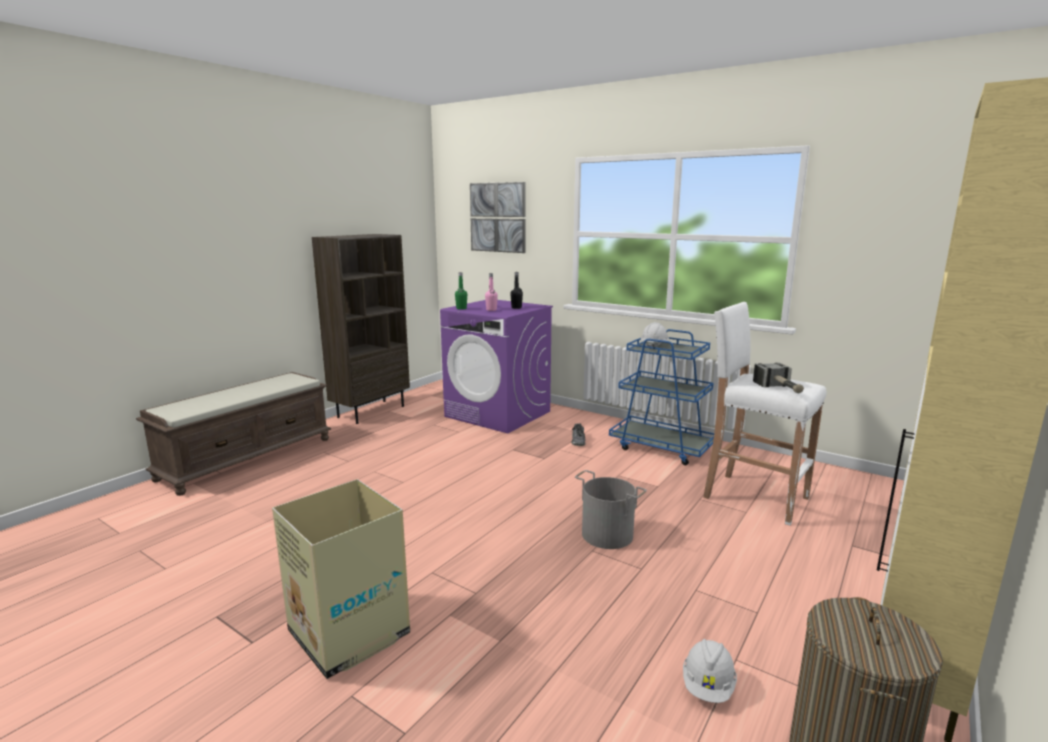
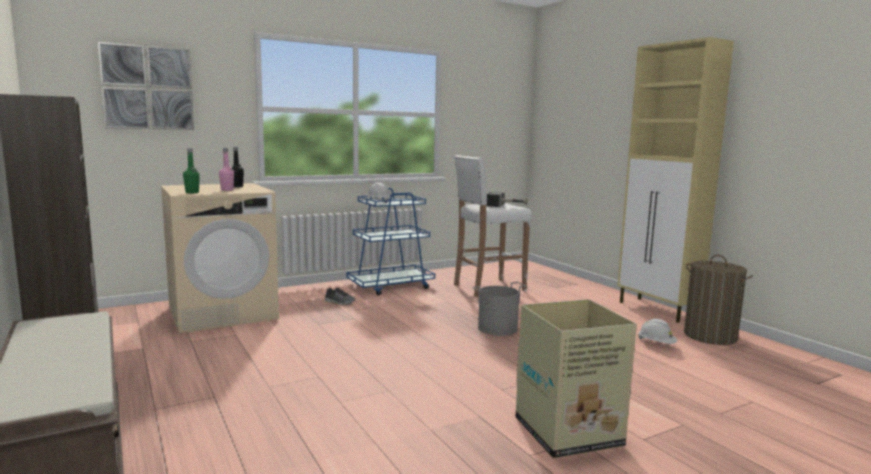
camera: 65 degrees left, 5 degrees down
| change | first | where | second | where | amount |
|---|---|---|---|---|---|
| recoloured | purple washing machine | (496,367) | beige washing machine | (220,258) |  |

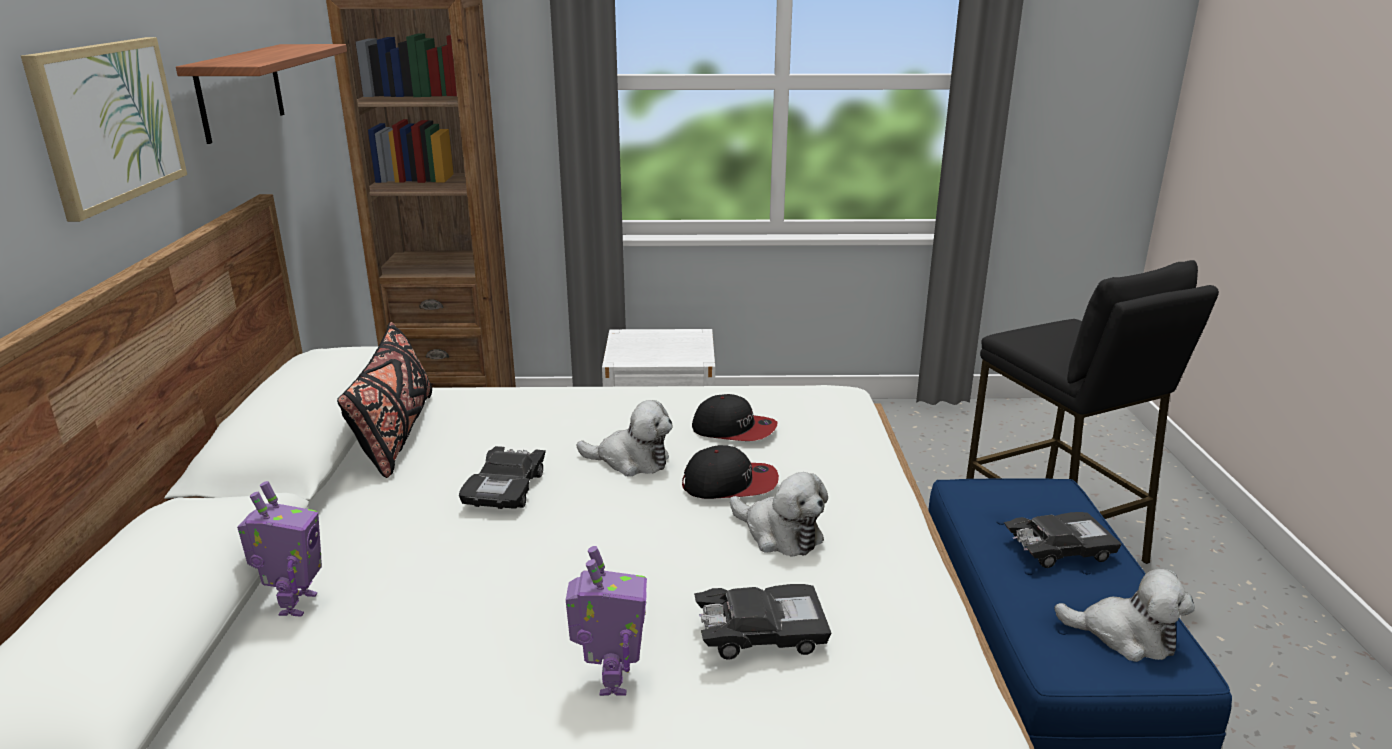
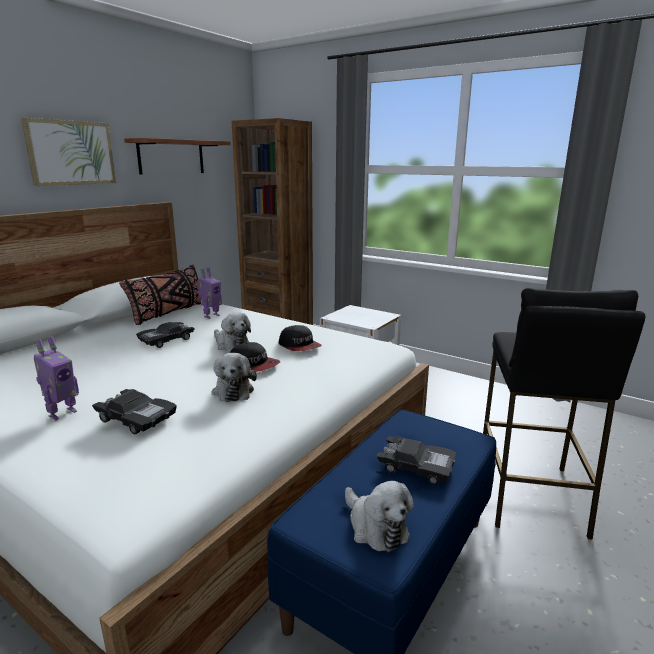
camera: 35 degrees right, 5 degrees down
| change | first | where | second | where | amount |
|---|---|---|---|---|---|
| moved | toy robot | (279,549) |  | (209,293) |  |

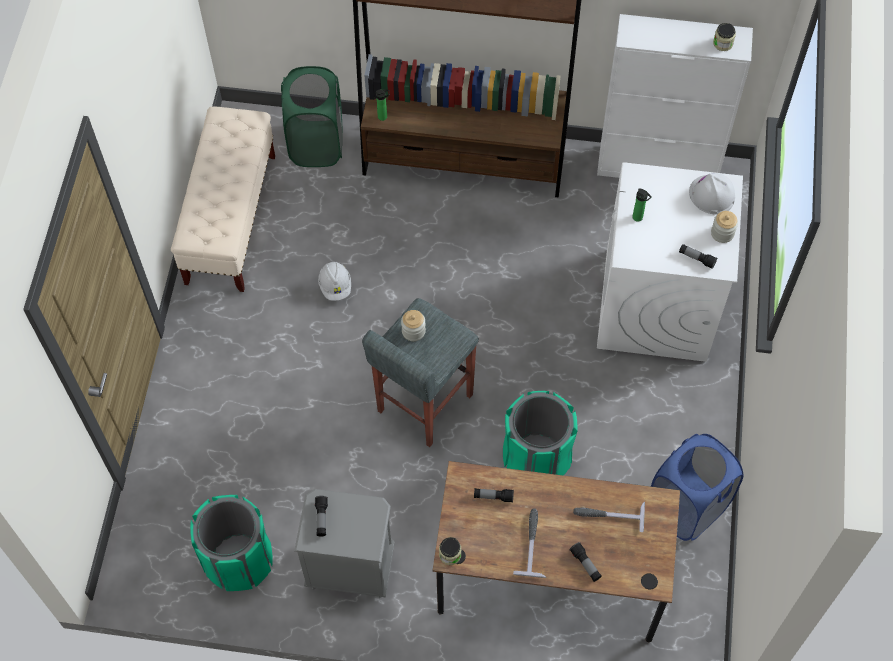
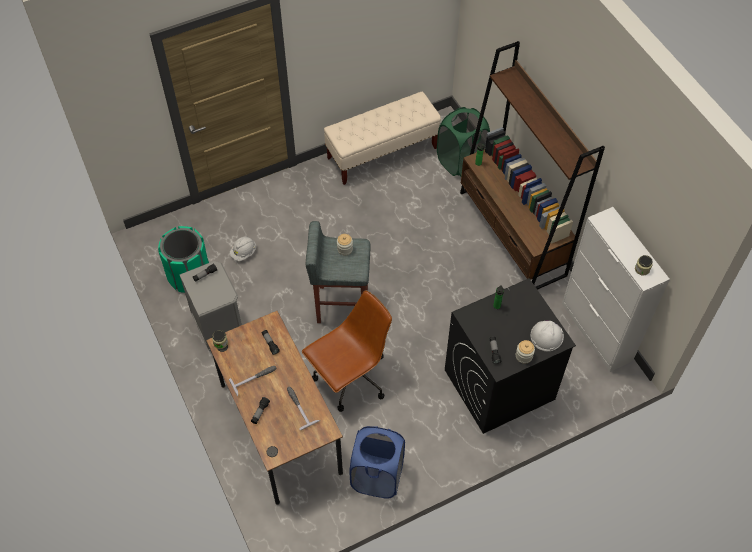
camera: 55 degrees right, 5 degrees down
| change | first | where | second | where | amount |
|---|---|---|---|---|---|
| moved | white hard hat | (334,281) |  | (243,248) |  |
| replaced | green trash can | (540,433) | brown office chair | (347,351) |  |
| recoloured | white washing machine | (670,262) | black washing machine | (510,356) |  |

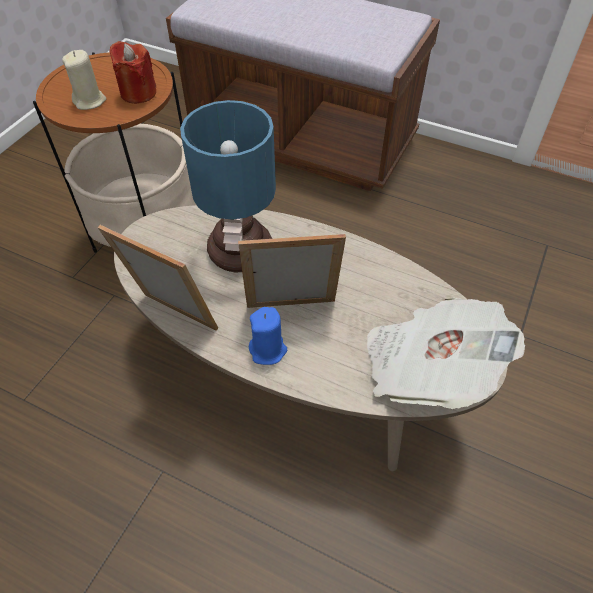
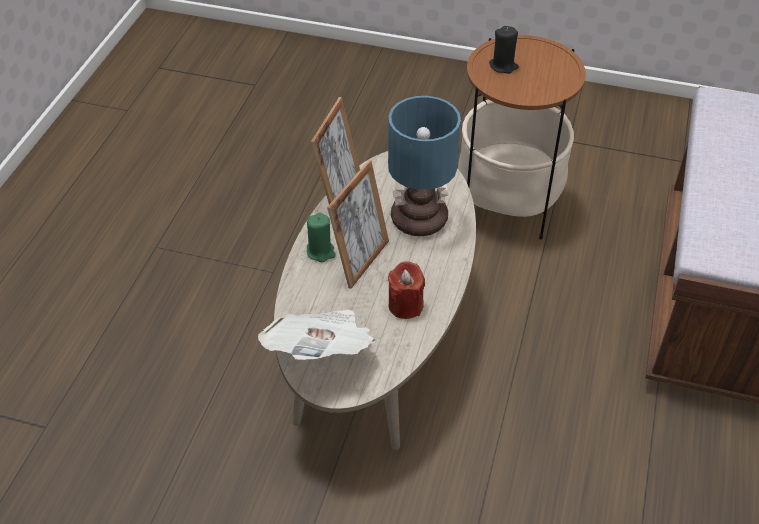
camera: 80 degrees right, 5 degrees down
| change | first | where | second | where | amount |
|---|---|---|---|---|---|
| recoloured | blue candle | (268,336) | green candle | (321,237) |  |
| turned | picture frame | (292,271) |  | (358,224) | 45 degrees clockwise |
| moved | red candle | (133,72) |  | (406,290) |  |
| recoloured | beige candle | (84,80) | black candle | (504,50) |  |

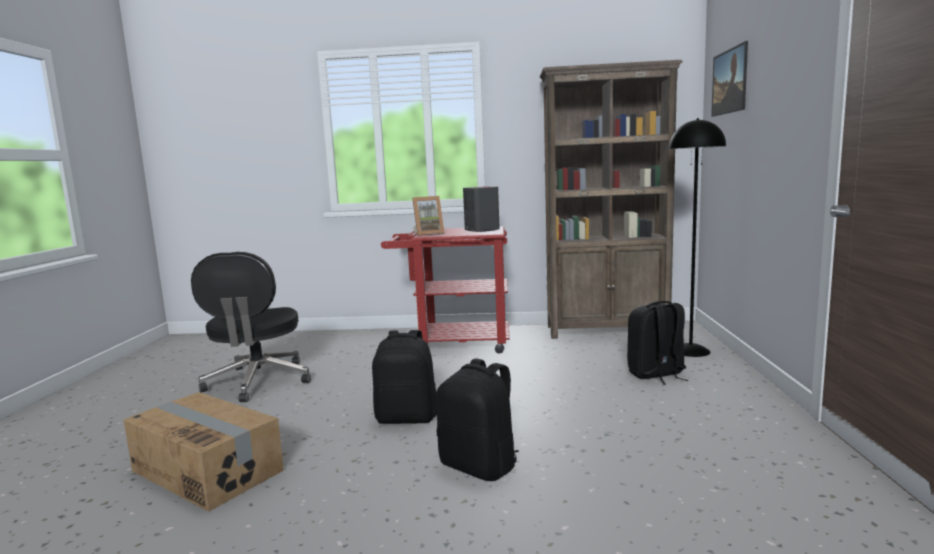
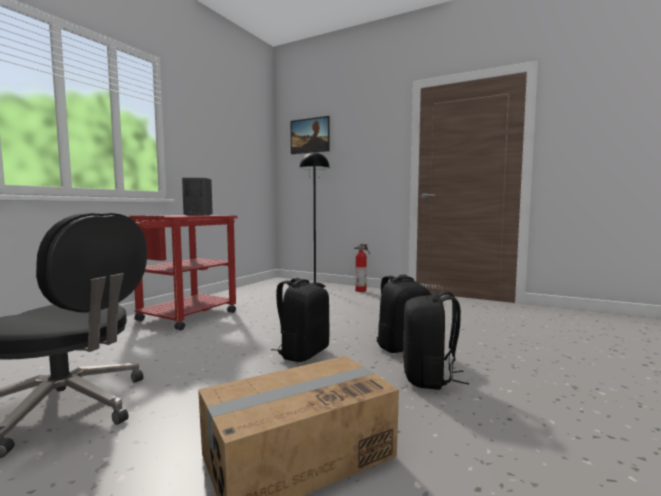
camera: 65 degrees left, 5 degrees down
| change | first | where | second | where | amount |
|---|---|---|---|---|---|
| added |  |  | fire extinguisher | (362,268) |  |
| moved | black backpack | (657,343) |  | (436,340) |  |
| removed | picture frame | (428,216) |  |  |  |
| removed | brown bookcase | (611,199) |  |  |  |

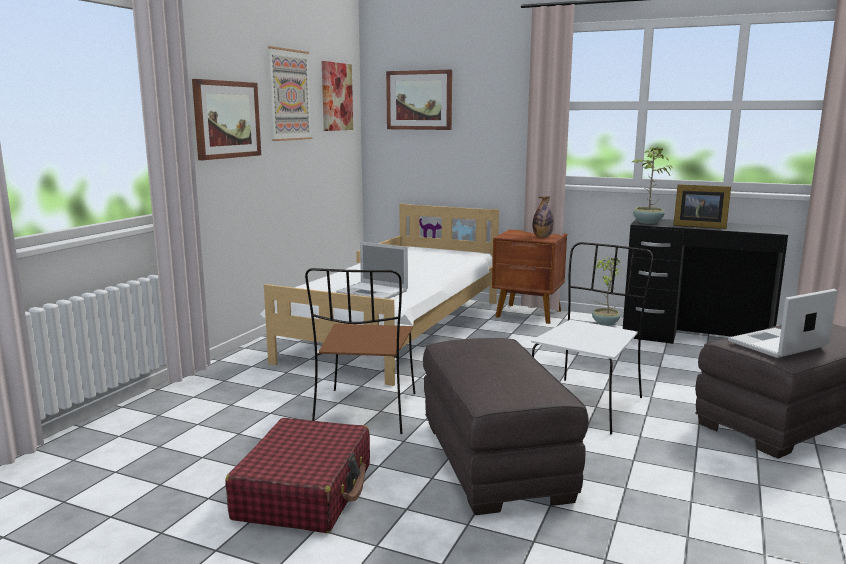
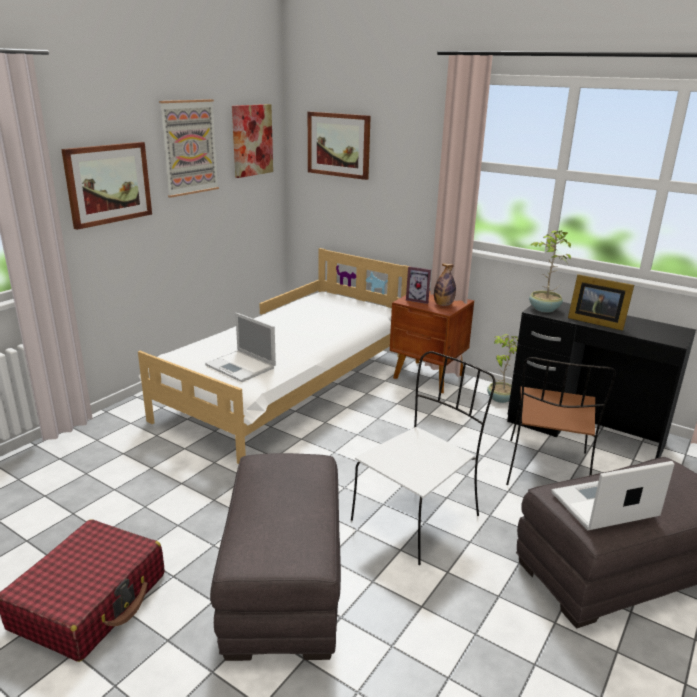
camera: 10 degrees right, 10 degrees up
| change | first | where | second | where | amount |
|---|---|---|---|---|---|
| added |  |  | picture frame | (418,285) |  |
| moved | brown chair | (360,351) |  | (561,421) |  |

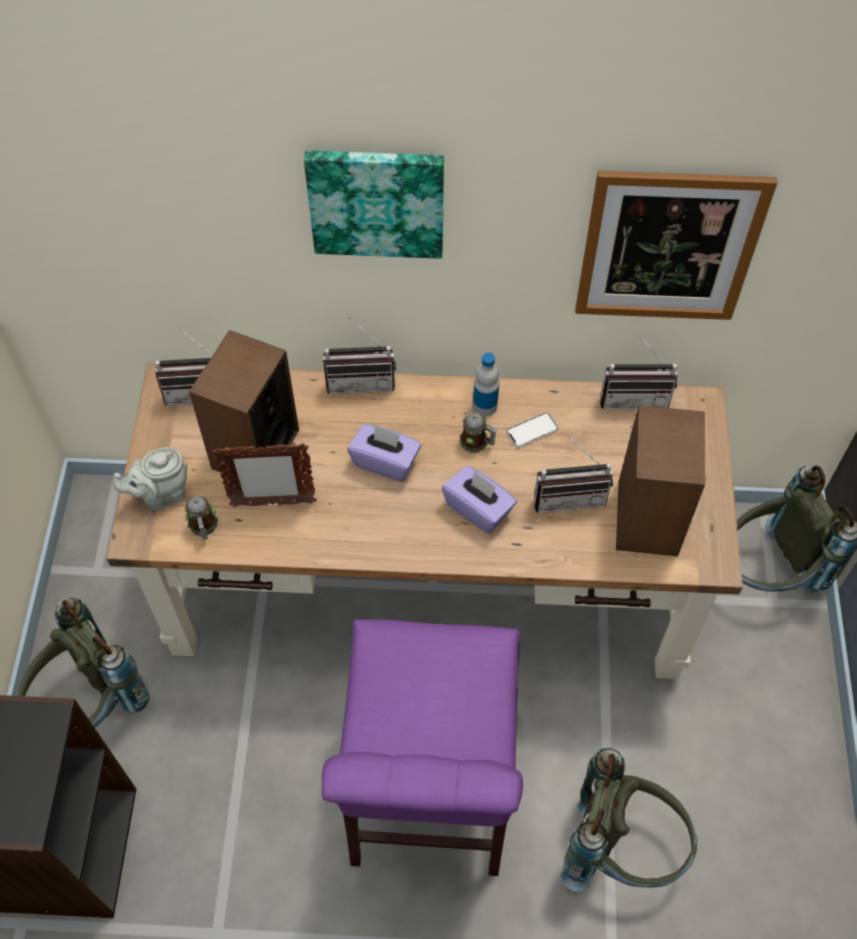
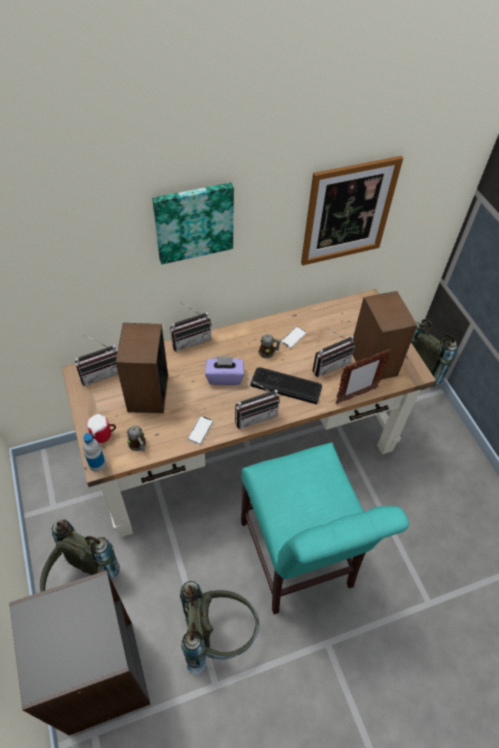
camera: 25 degrees left, 5 degrees down
| change | first | where | second | where | amount |
|---|---|---|---|---|---|
| moved | bottle | (486,384) |  | (94,452) |  |
| replaced | grey teapot | (150,478) | mug | (101,428) |  |
| moved | grey backpack | (628,819) |  | (219,627) |  |
| added |  |  | phone | (200,430) |  |
| moved | radio | (639,370) |  | (257,403) |  |
| recoloured | purple chair | (422,747) | turquoise chair | (325,528) |  |
| replaced | purple tissue box | (479,500) | keyboard | (286,385) |  |
| moved | picture frame | (264,475) |  | (363,376) |  |

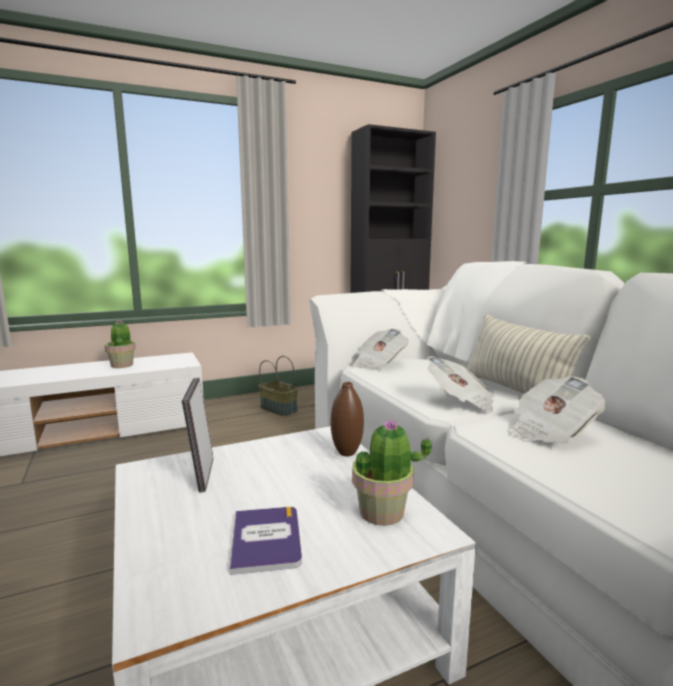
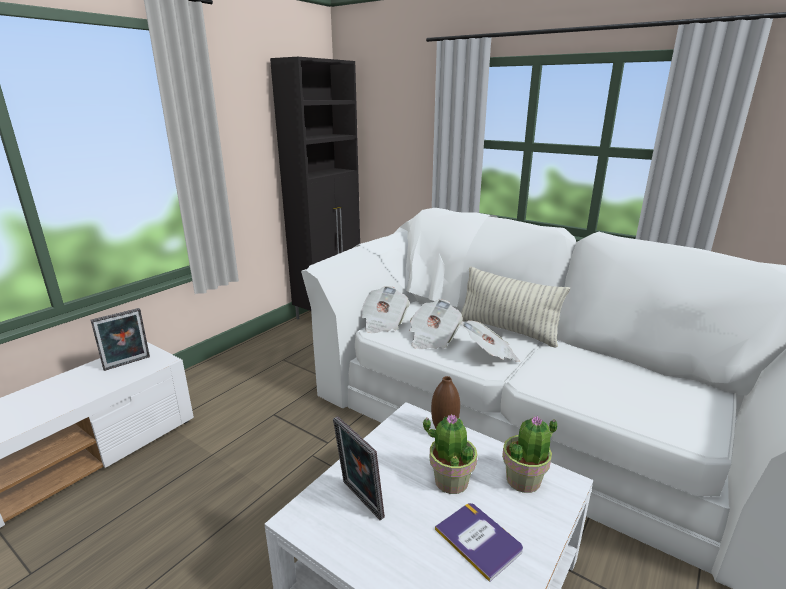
camera: 30 degrees left, 10 degrees up
| change | first | where | second | where | amount |
|---|---|---|---|---|---|
| added |  |  | picture frame | (120,339) |  |
| moved | newspaper | (558,410) |  | (436,324) |  |
| moved | potted plant | (120,344) |  | (450,454) |  |
| removed | basket | (278,386) |  |  |  |

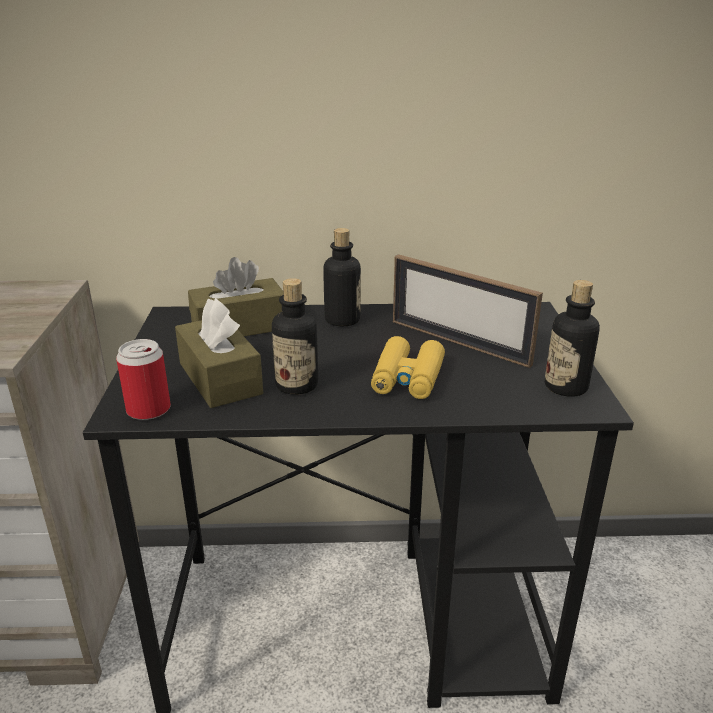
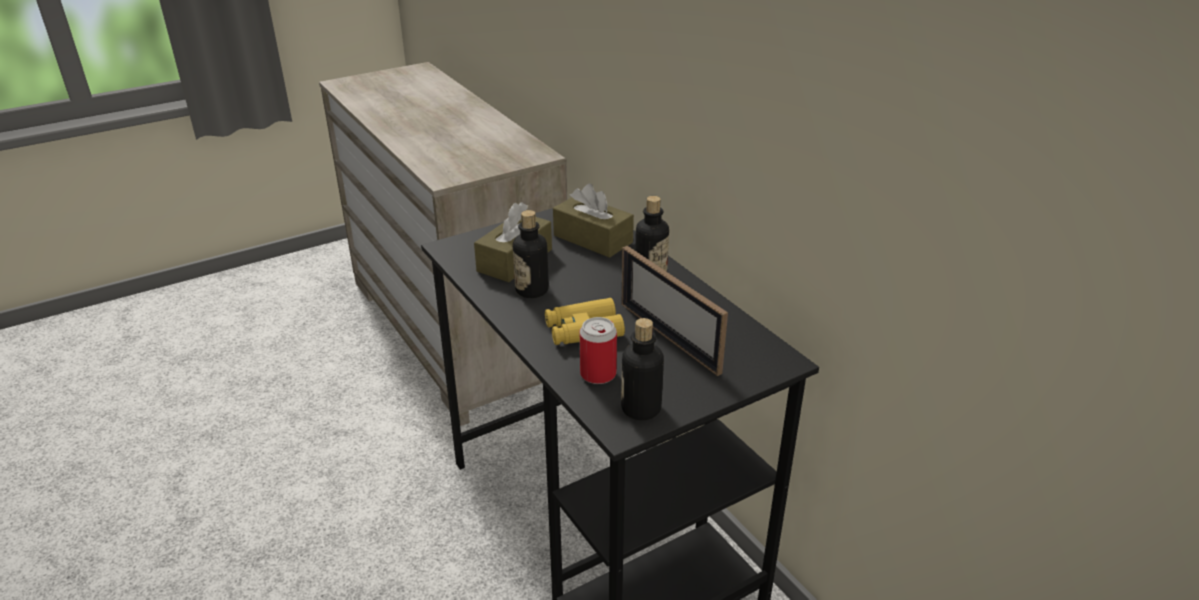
camera: 60 degrees right, 5 degrees up
| change | first | where | second | where | amount |
|---|---|---|---|---|---|
| moved | can | (143,379) |  | (598,350) |  |
| turned | picture frame | (468,311) |  | (675,311) | 45 degrees counterclockwise |

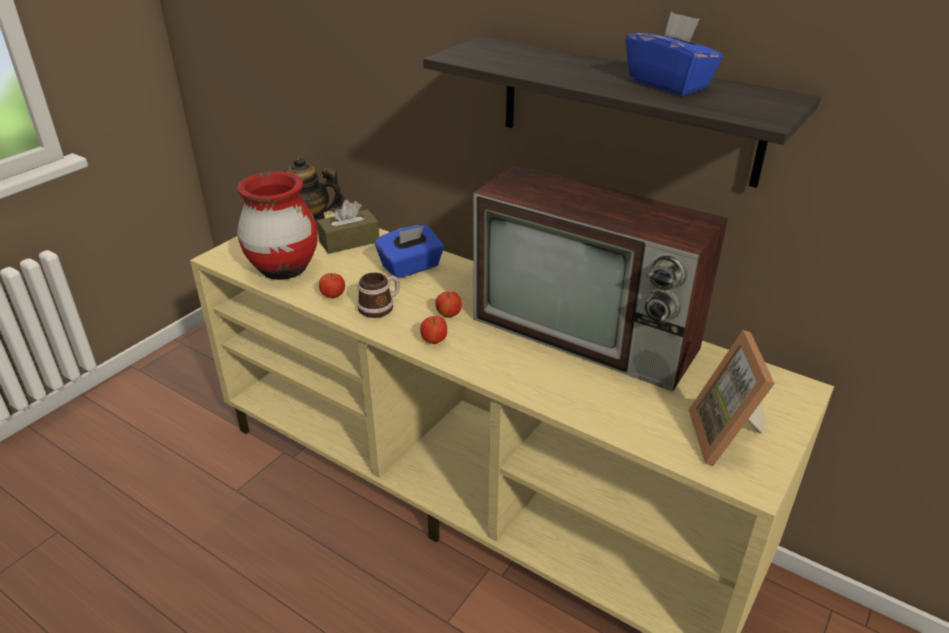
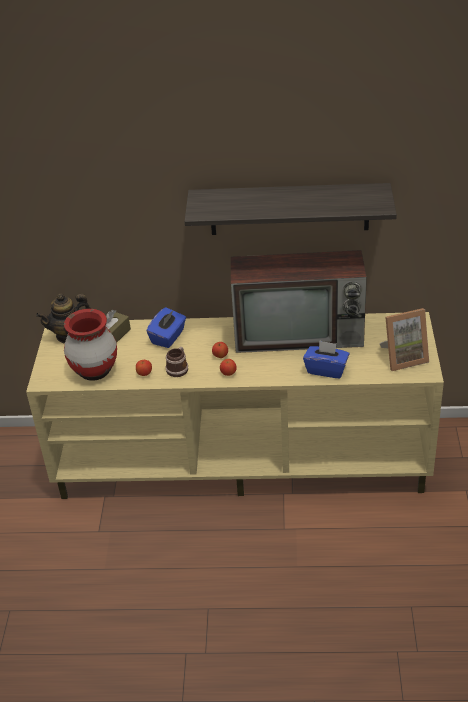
camera: 30 degrees left, 5 degrees up
| change | first | where | second | where | amount |
|---|---|---|---|---|---|
| moved | blue tissue box | (675,54) |  | (326,359) |  |
| turned | picture frame | (732,398) |  | (404,339) | 75 degrees counterclockwise |

